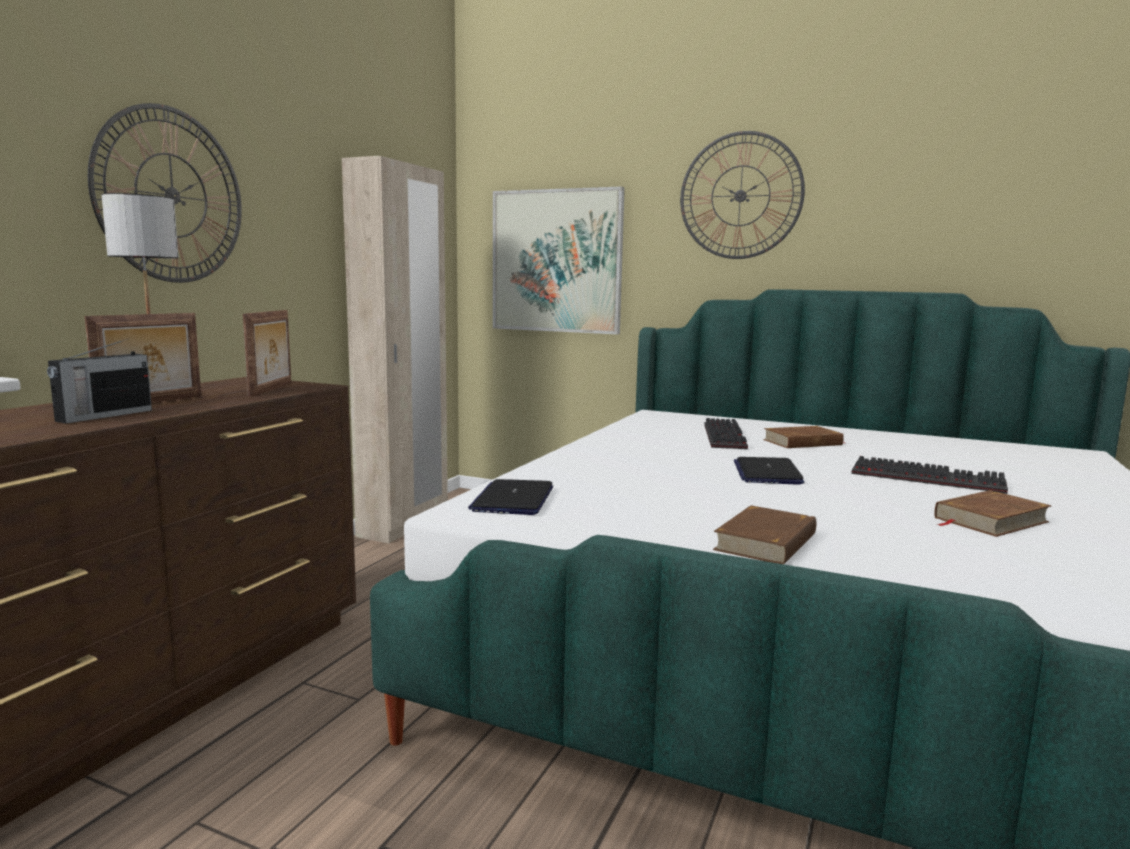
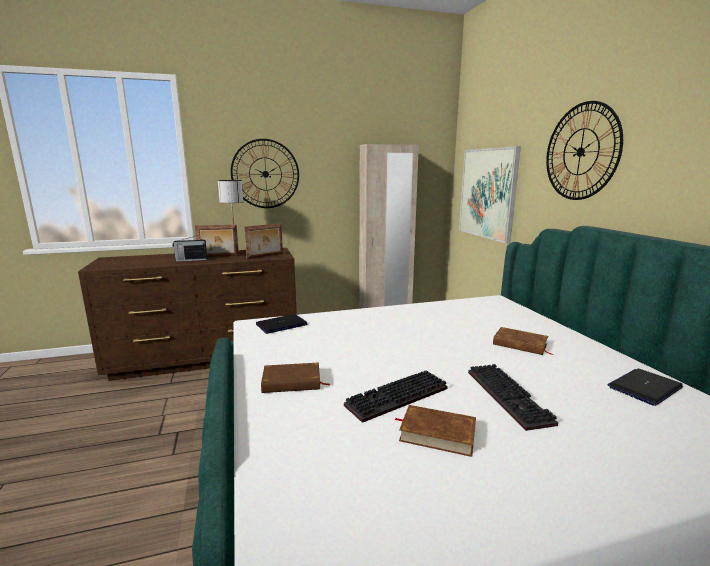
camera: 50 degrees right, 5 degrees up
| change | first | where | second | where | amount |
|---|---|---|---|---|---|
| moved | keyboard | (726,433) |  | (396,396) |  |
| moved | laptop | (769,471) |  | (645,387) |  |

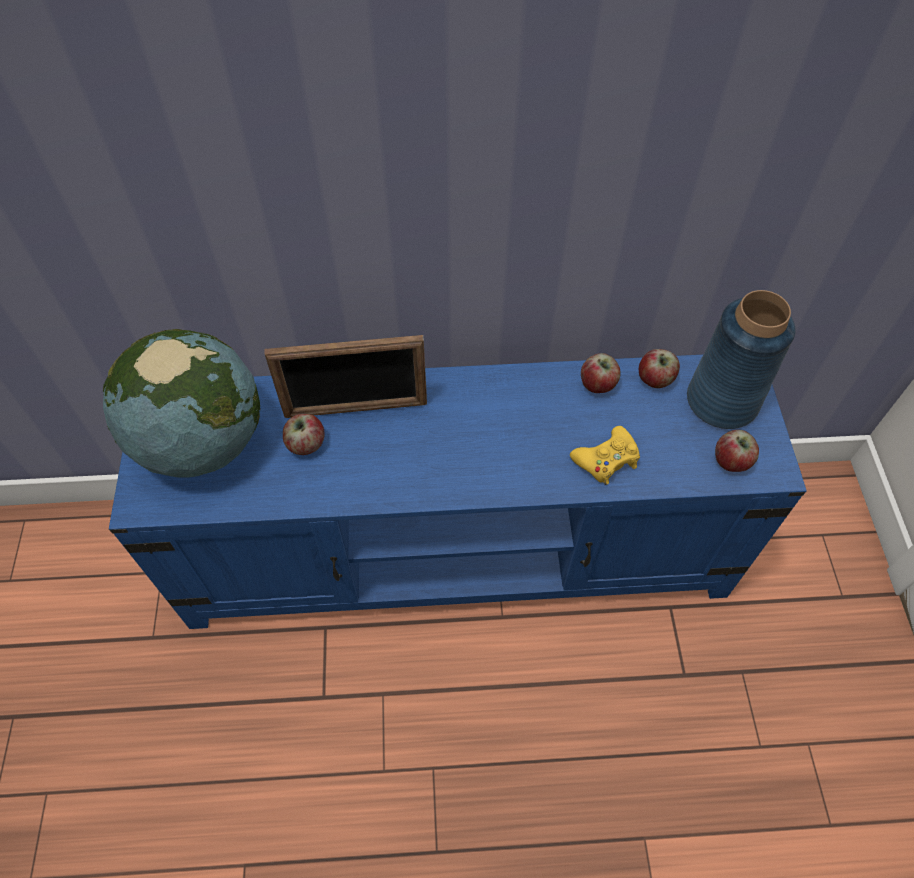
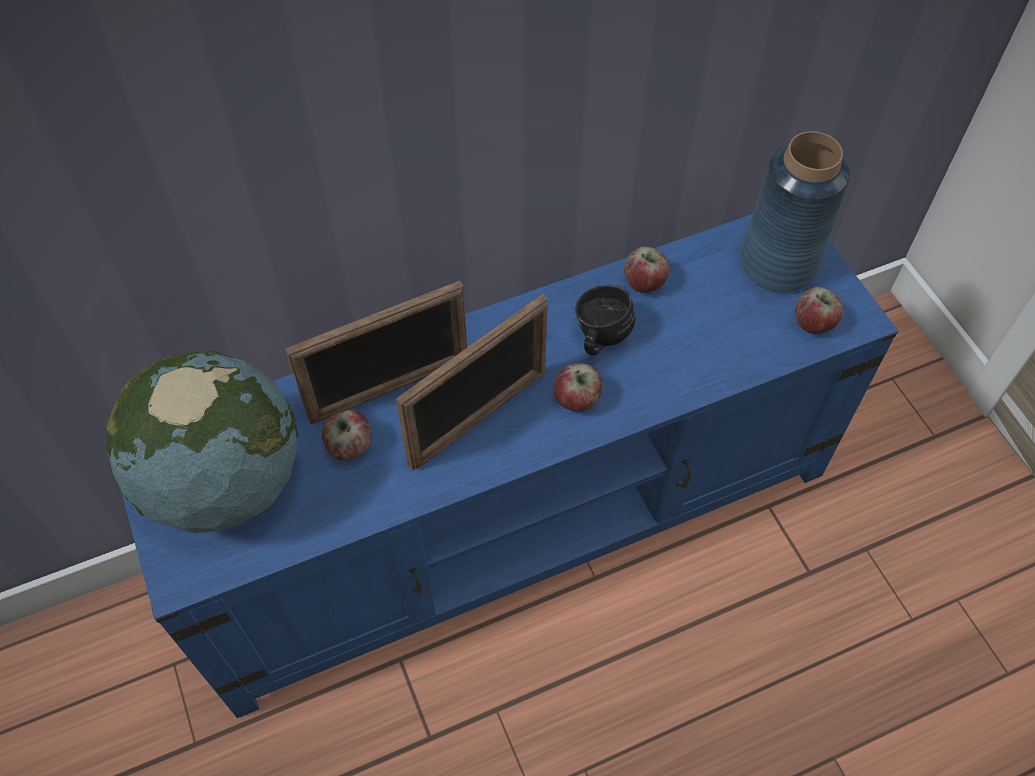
camera: 20 degrees left, 0 degrees up
| change | first | where | second | where | amount |
|---|---|---|---|---|---|
| added |  |  | picture frame | (472,382) |  |
| moved | apple | (659,368) |  | (578,387) |  |
| added |  |  | black mug | (605,320) |  |
| removed | yellow game controller | (605,455) |  |  |  |

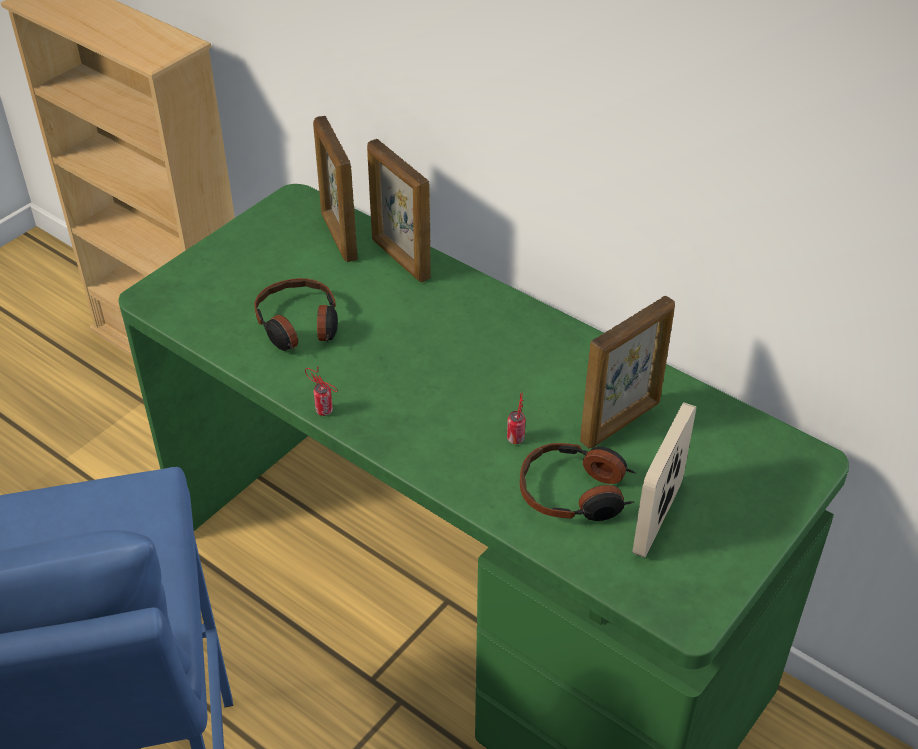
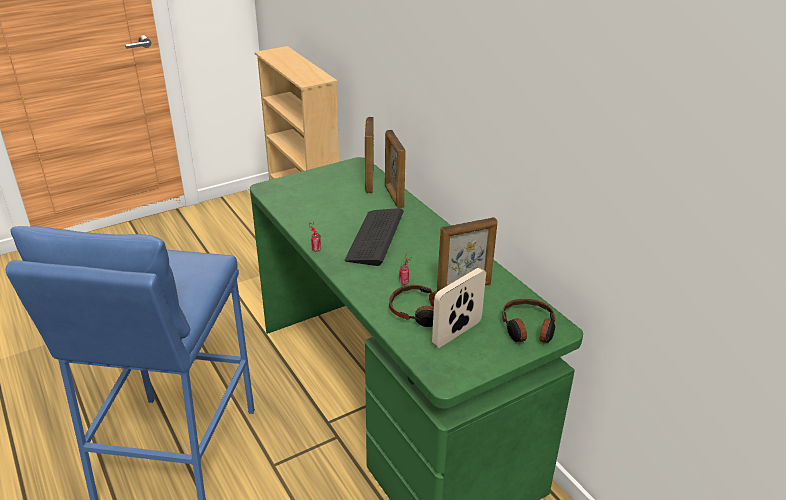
camera: 20 degrees right, 10 degrees down
| change | first | where | second | where | amount |
|---|---|---|---|---|---|
| added |  |  | keyboard | (374,237) |  |
| moved | headphones | (296,314) |  | (528,321) |  |

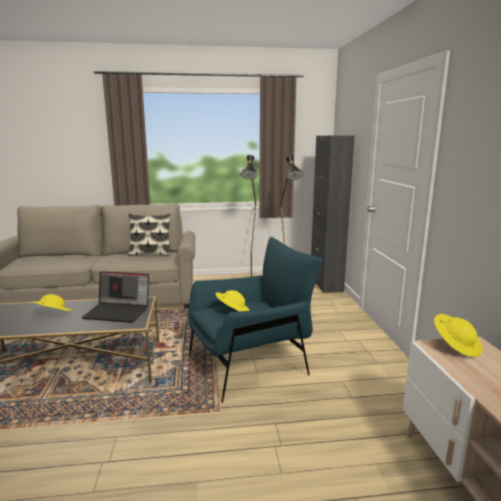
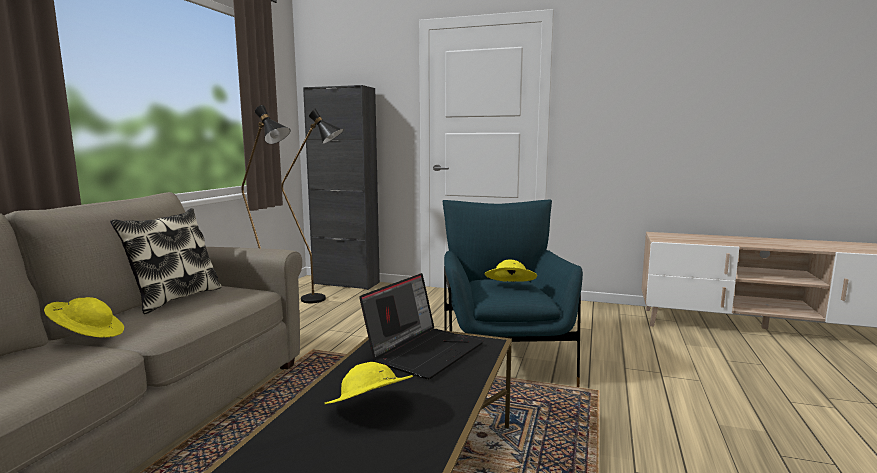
camera: 65 degrees left, 5 degrees down
| change | first | where | second | where | amount |
|---|---|---|---|---|---|
| moved | yellow hat | (458,335) |  | (84,317) |  |

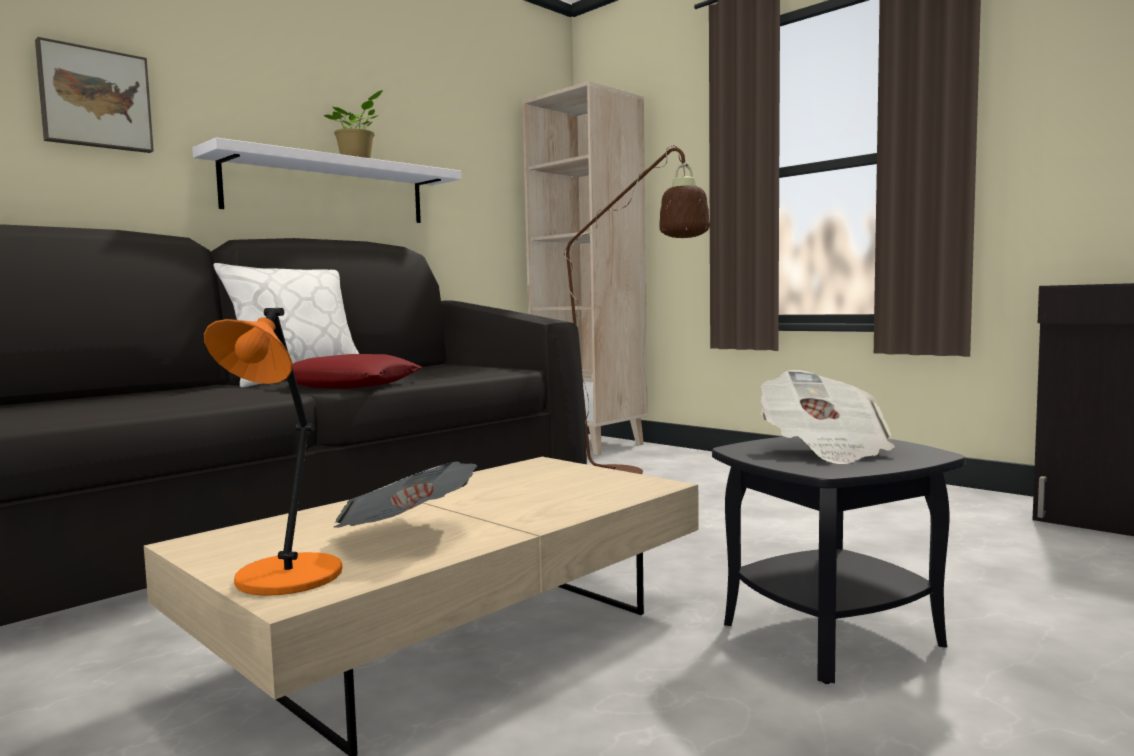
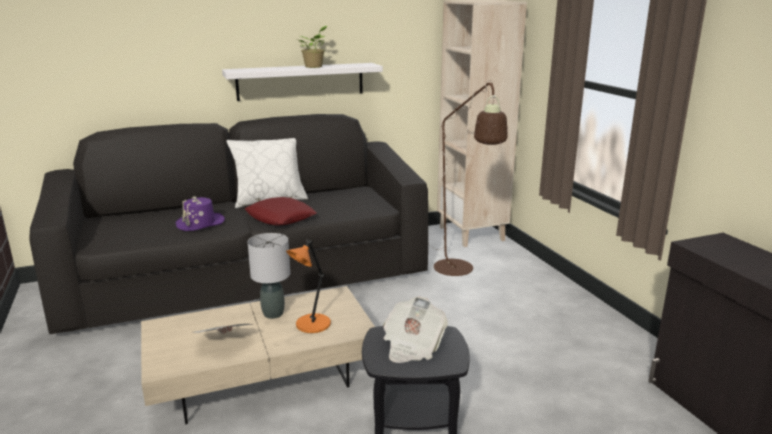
camera: 25 degrees right, 15 degrees up
| change | first | where | second | where | amount |
|---|---|---|---|---|---|
| added |  |  | purple hat | (200,213) |  |
| added |  |  | grey table lamp | (269,276) |  |
| moved | orange table lamp | (273,452) |  | (308,286) |  |
| removed | picture | (94,95) |  |  |  |

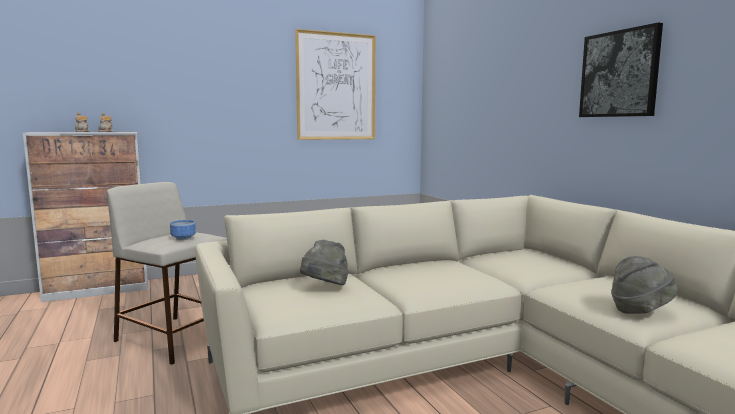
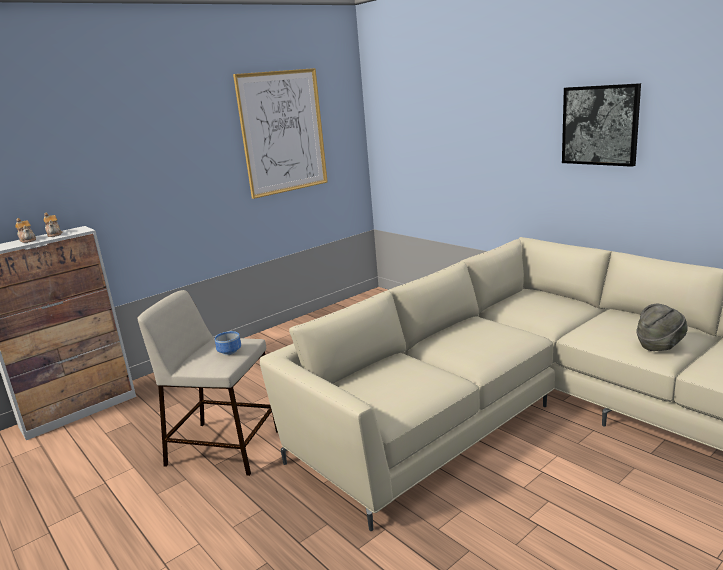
camera: 15 degrees left, 10 degrees up
| change | first | where | second | where | amount |
|---|---|---|---|---|---|
| removed | grey hat | (324,262) |  |  |  |

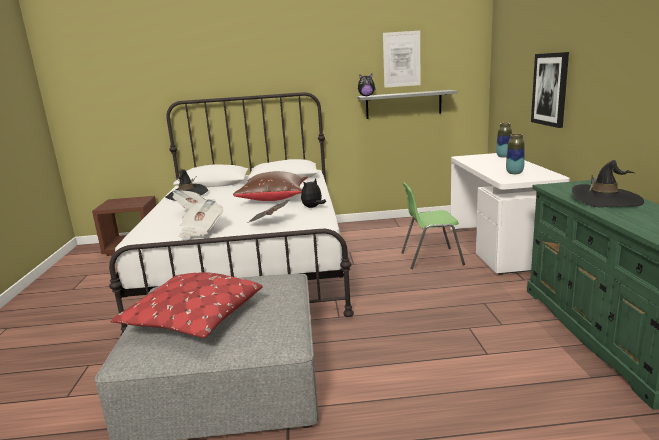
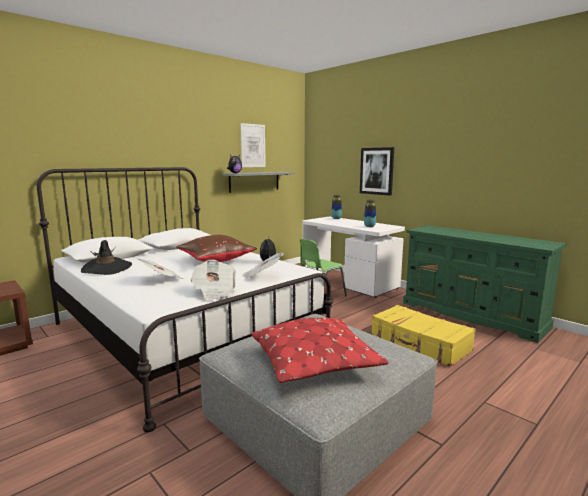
camera: 40 degrees left, 5 degrees down
| change | first | where | second | where | amount |
|---|---|---|---|---|---|
| added |  |  | yellow suitcase | (423,336) |  |
| removed | black hat | (608,183) |  |  |  |

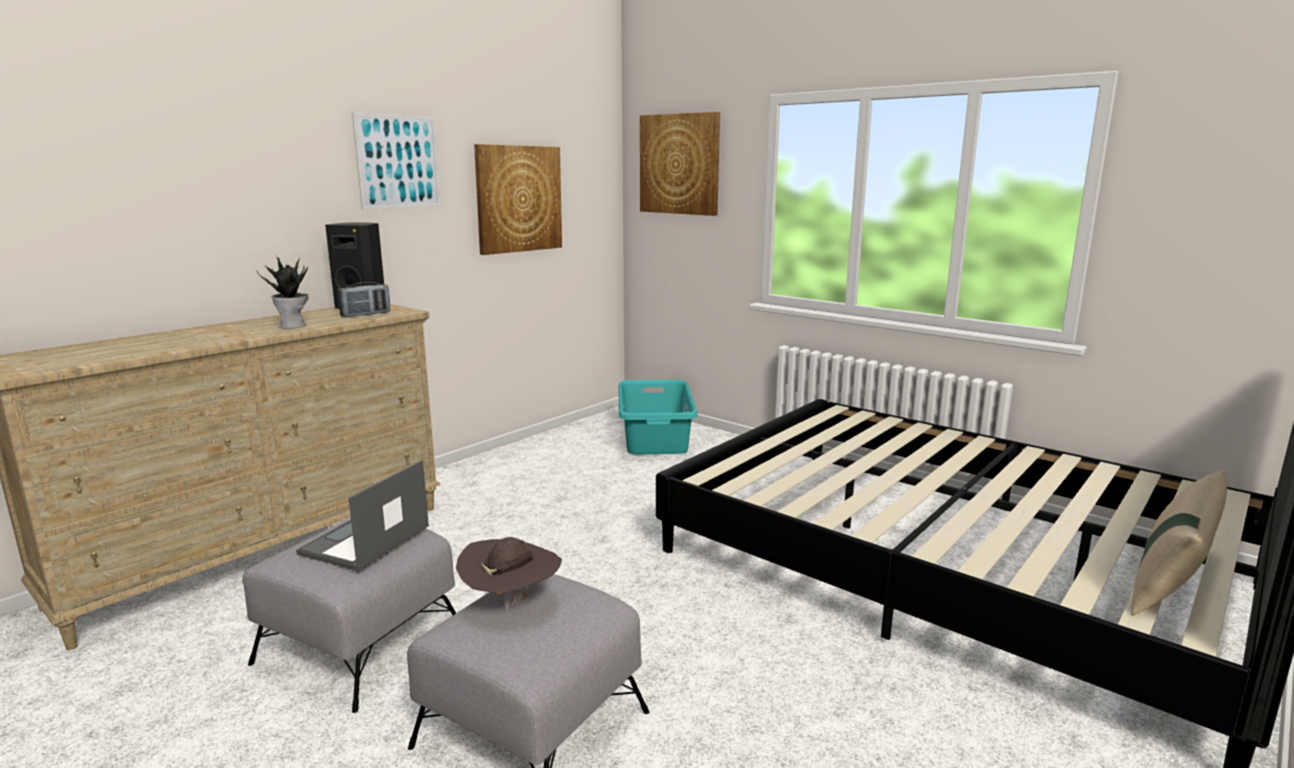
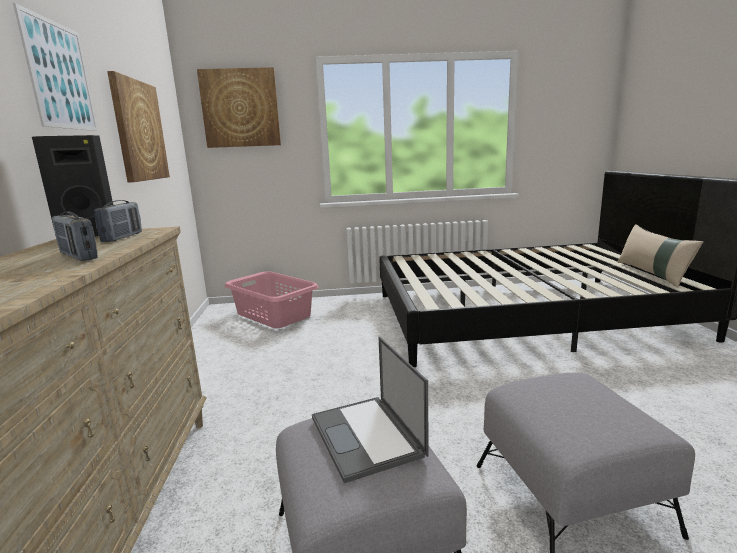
camera: 45 degrees left, 0 degrees up
| change | first | where | second | where | amount |
|---|---|---|---|---|---|
| replaced | potted plant | (282,292) | radio | (75,236) |  |
| recoloured | turquoise laundry basket | (658,417) | pink laundry basket | (271,300) |  |
| removed | brown hat | (509,573) |  |  |  |

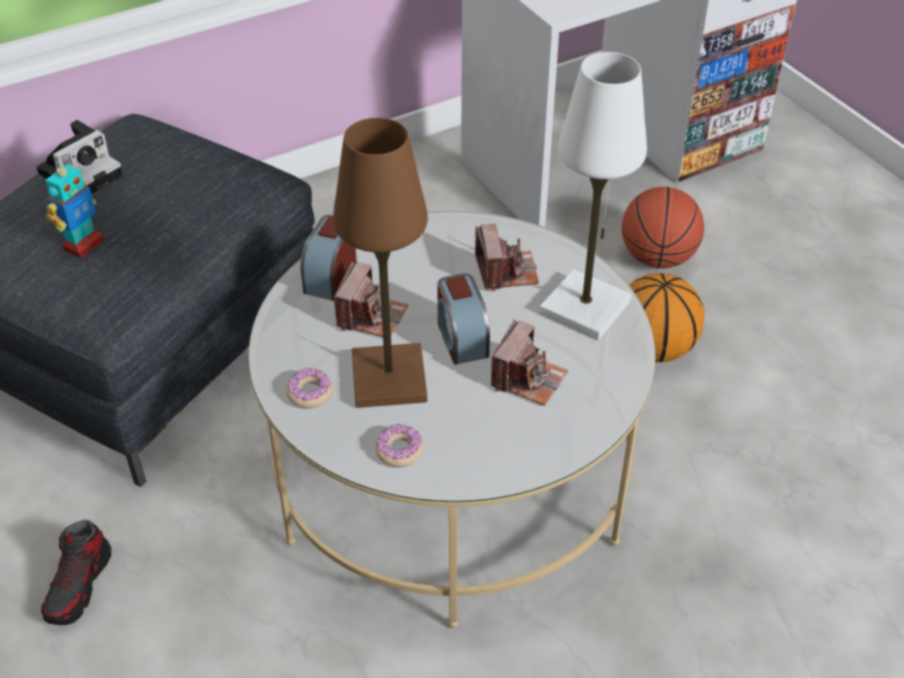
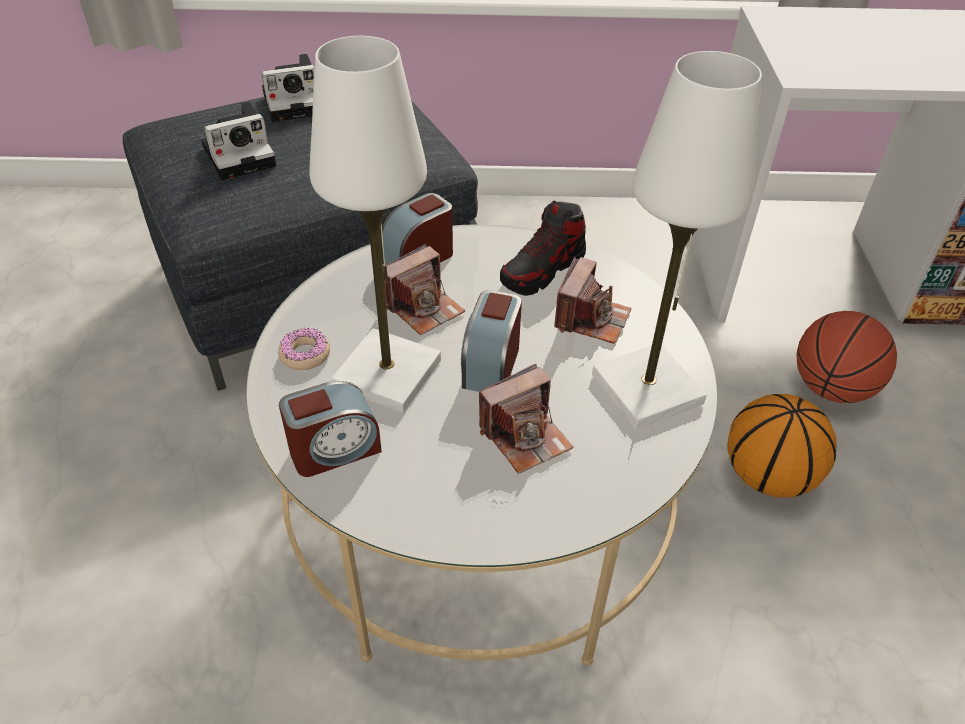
camera: 30 degrees right, 0 degrees up
| change | first | where | second | where | amount |
|---|---|---|---|---|---|
| replaced | toy robot | (74,208) | photo camera | (238,140) |  |
| replaced | donut | (399,445) | alarm clock | (330,429) |  |
| recoloured | brown table lamp | (380,263) | white table lamp | (375,224) |  |
| moved | shoe | (76,572) |  | (543,248) |  |

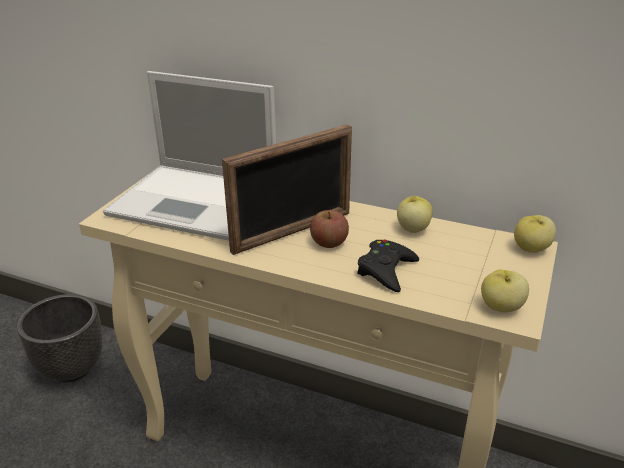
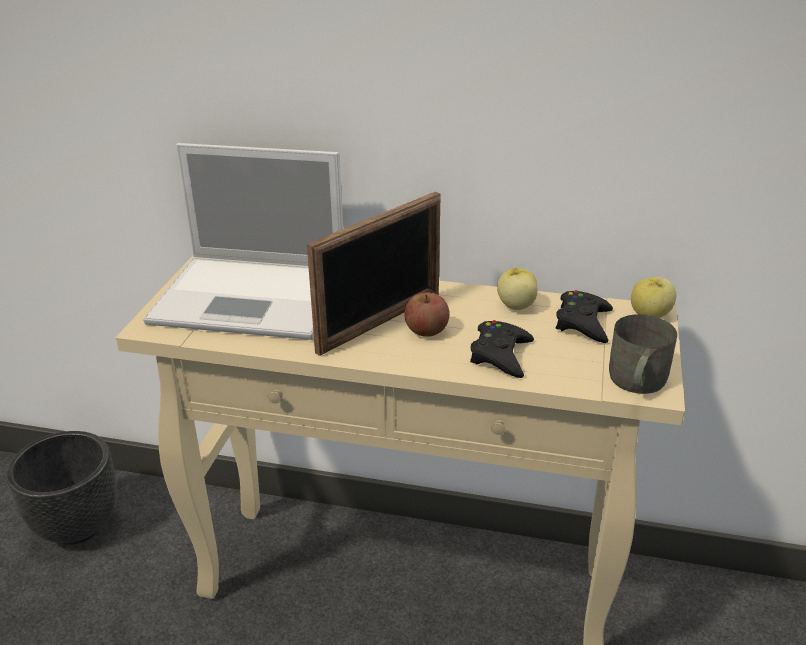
camera: 10 degrees left, 0 degrees up
| change | first | where | second | where | amount |
|---|---|---|---|---|---|
| added |  |  | black game controller | (584,316) |  |
| replaced | apple | (505,290) | grey mug | (643,354) |  |

